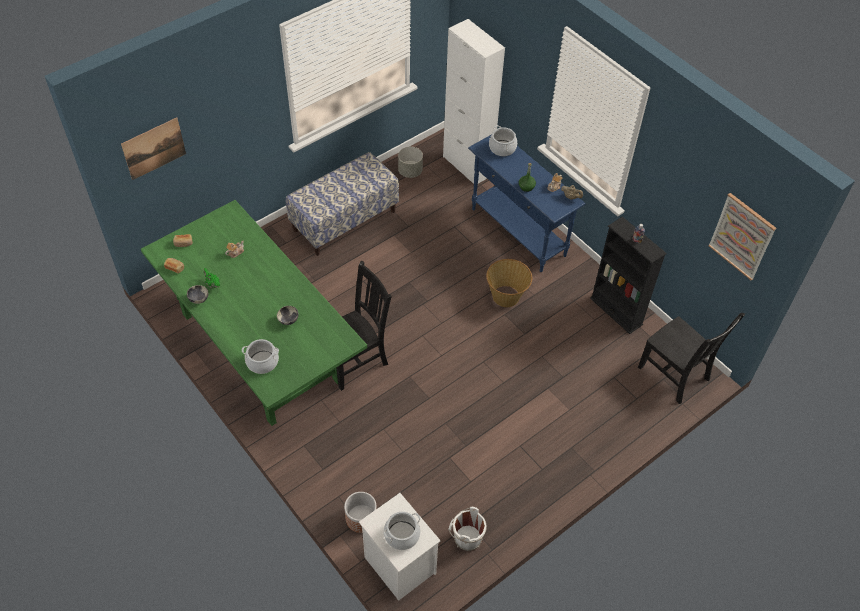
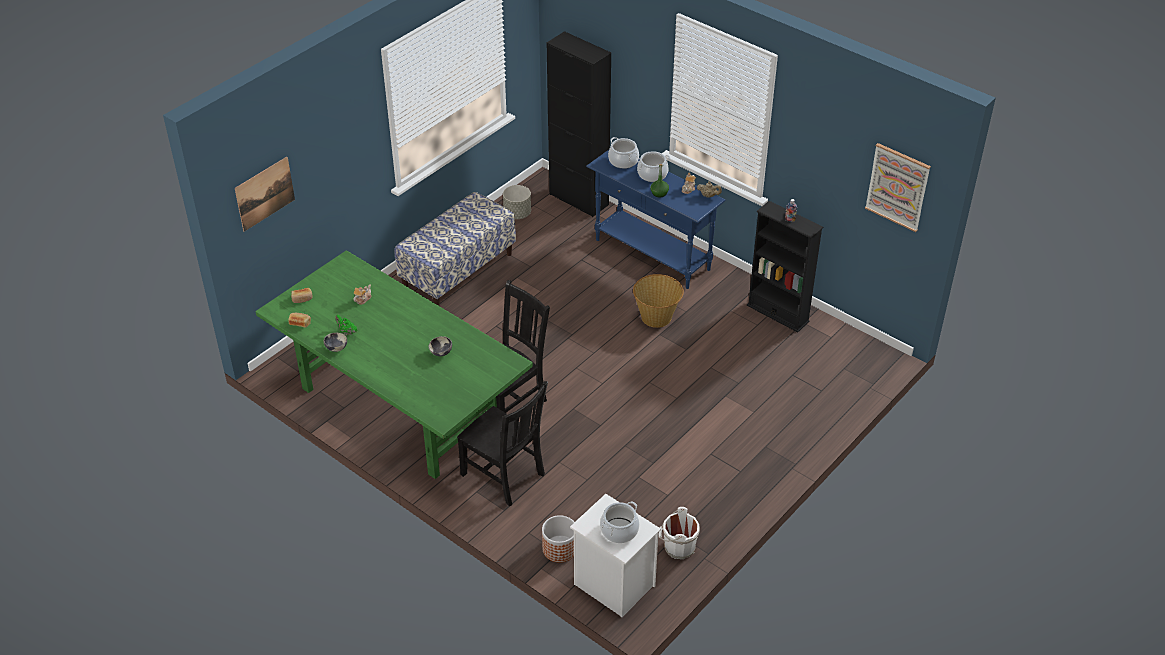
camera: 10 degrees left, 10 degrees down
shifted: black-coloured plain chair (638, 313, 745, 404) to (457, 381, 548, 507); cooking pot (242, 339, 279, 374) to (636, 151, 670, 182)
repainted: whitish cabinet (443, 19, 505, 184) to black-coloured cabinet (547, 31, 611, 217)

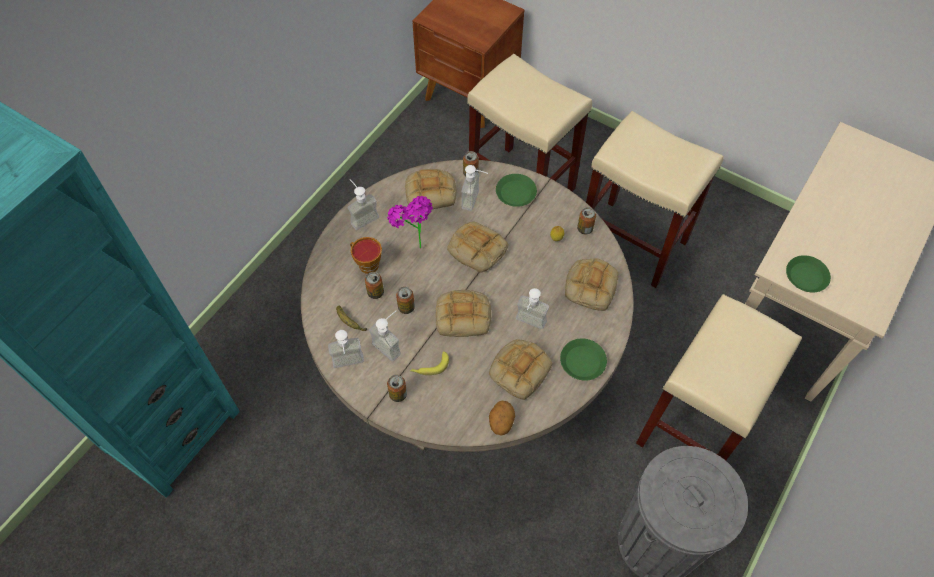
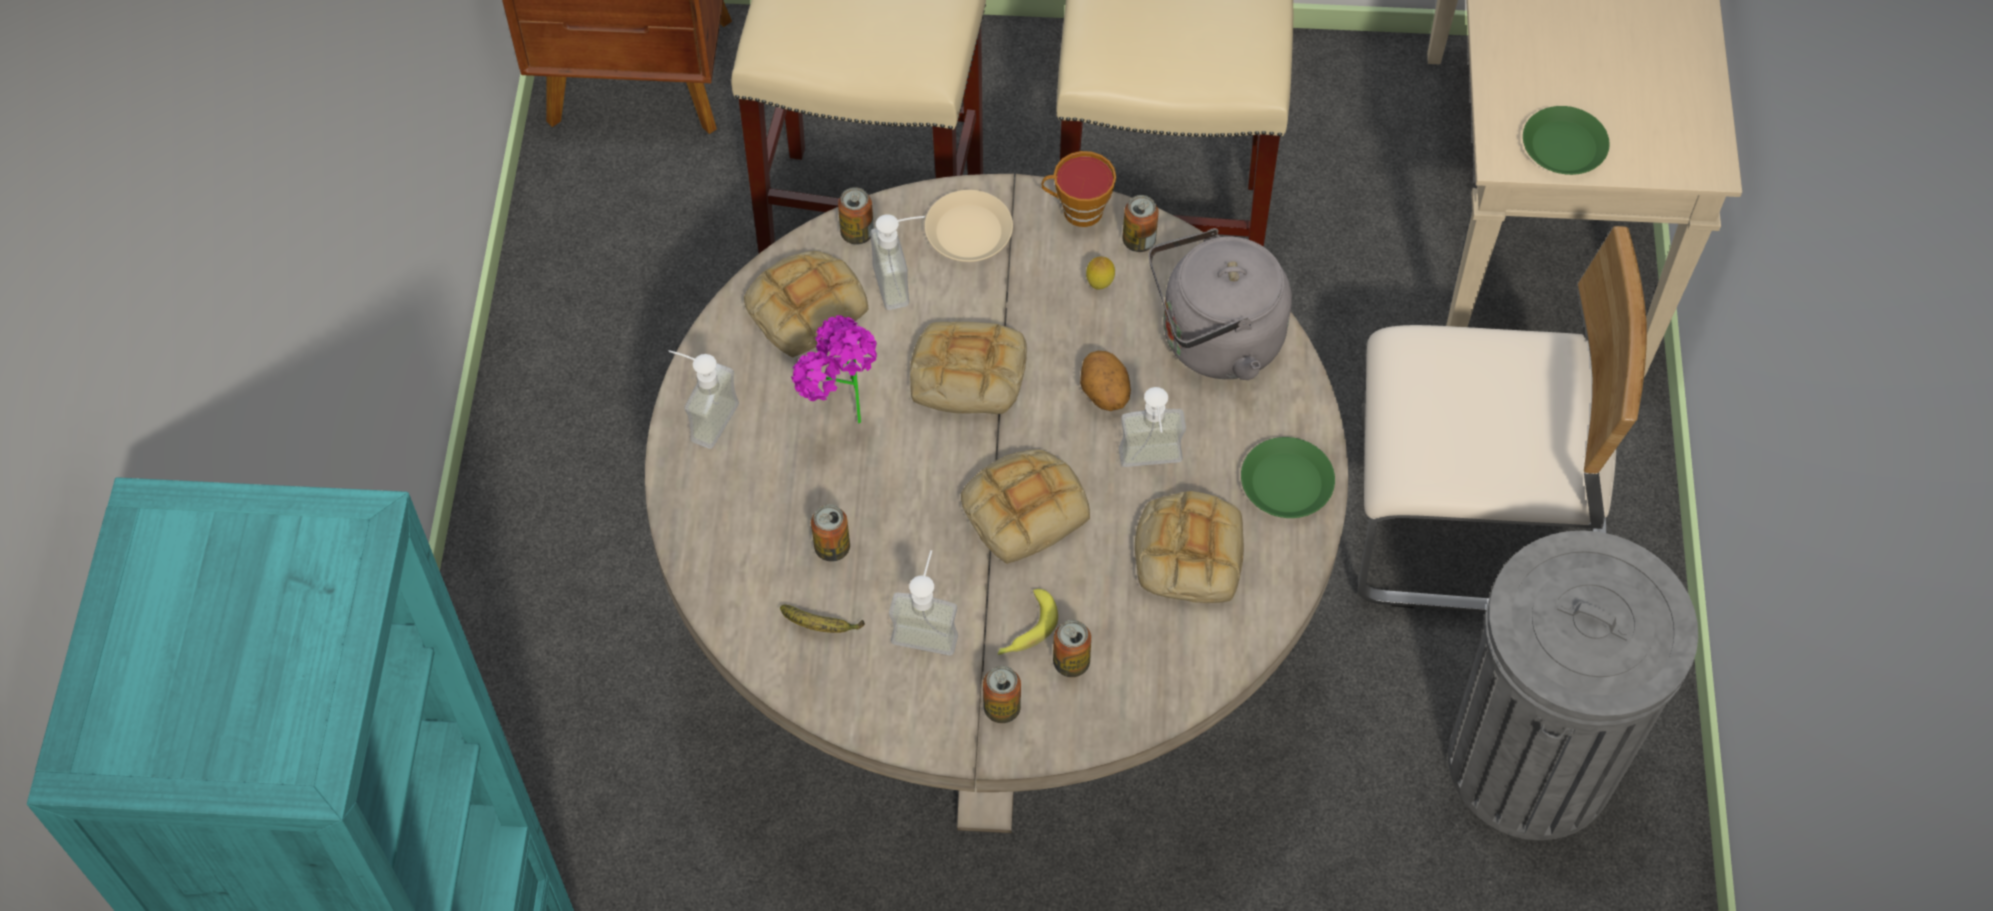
camera: 30 degrees left, 0 degrees up
gone: liquid soap bottle (328, 330, 364, 368)
shifted: drinking cup (350, 237, 382, 274) to (1042, 151, 1116, 227); metal can (396, 287, 415, 314) to (1053, 620, 1091, 677); whole potato (489, 401, 515, 436) to (1080, 351, 1131, 411)
swapped: bakery bread (565, 258, 618, 311) to grey tea kettle (1149, 228, 1292, 380); beige sitting stool (636, 294, 802, 461) to beige plain chair (1358, 226, 1647, 613)
repainted: greenish flat dish (496, 174, 537, 207) to beige flat dish (925, 190, 1013, 262)

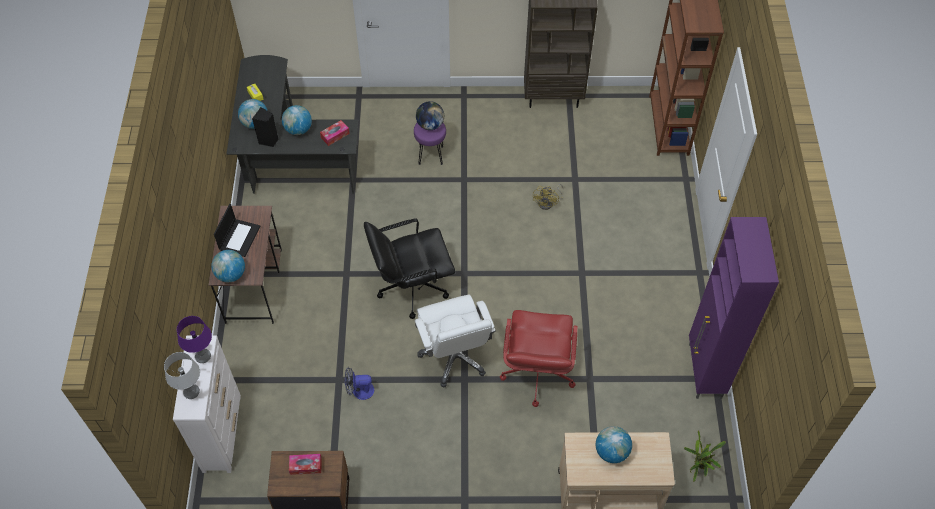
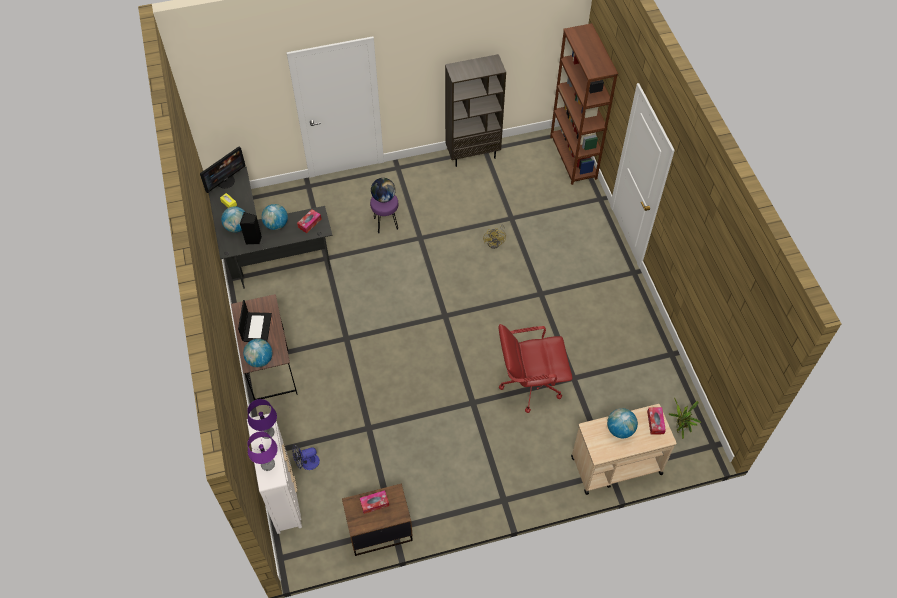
camera: 15 degrees left, 0 degrees up
gone: black-coloured computer chair (364, 218, 455, 319); whitish computer chair (415, 295, 496, 388); purple cabinet (689, 217, 779, 399)
new: computer screen (200, 147, 246, 193); box of tissues (647, 407, 666, 435)
shifted: electric fan (345, 367, 374, 400) to (292, 445, 320, 470)
repainted: grey lamp for a table (164, 352, 200, 399) to purple lamp for a table (247, 431, 278, 471)
rotated: red computer chair (500, 310, 578, 407) = (499, 324, 572, 413) 90 degrees clockwise

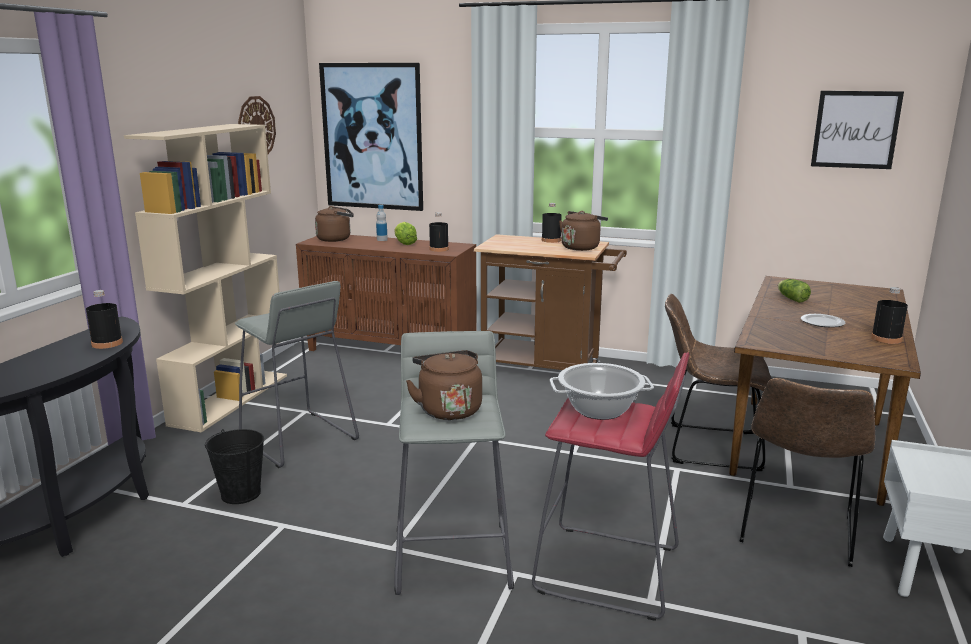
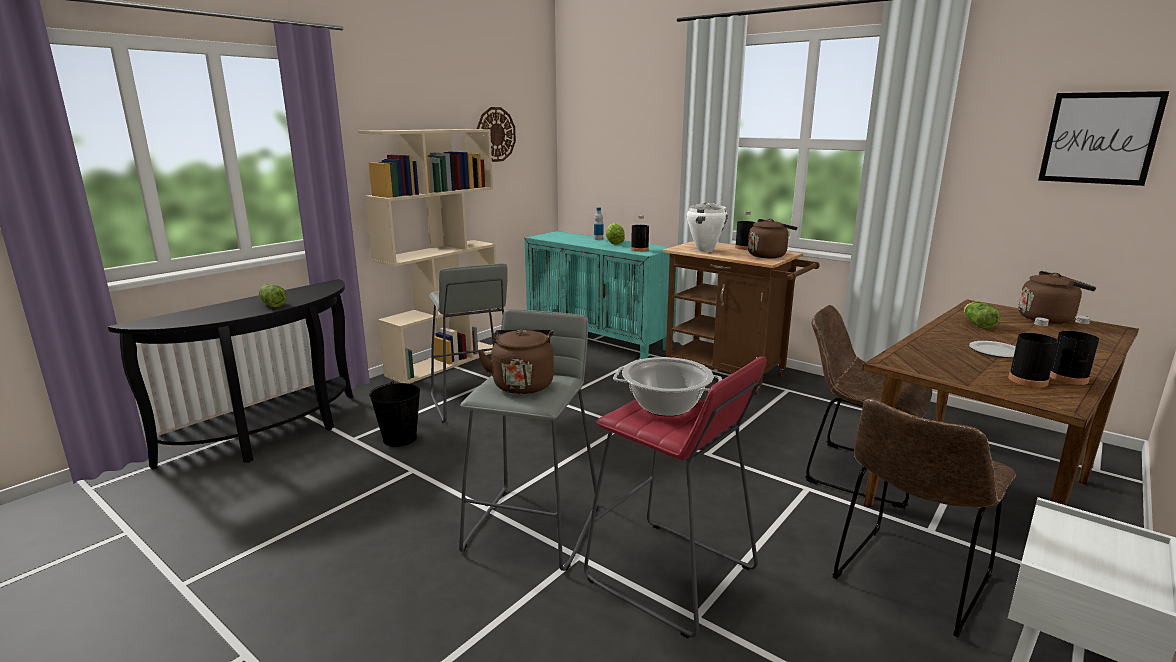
camera: 20 degrees right, 0 degrees up
gone: wall art (319, 63, 423, 211)
new: lettuce (259, 284, 287, 308); whitish cooking pot (687, 203, 728, 252)
shifted: black-coloured bottle (86, 290, 123, 349) to (1008, 318, 1058, 387); brown-coloured tea kettle (315, 206, 354, 242) to (1018, 271, 1096, 324)
repainted: brown-coloured cabinet (296, 235, 477, 351) to turquoise-coloured cabinet (525, 231, 678, 359)

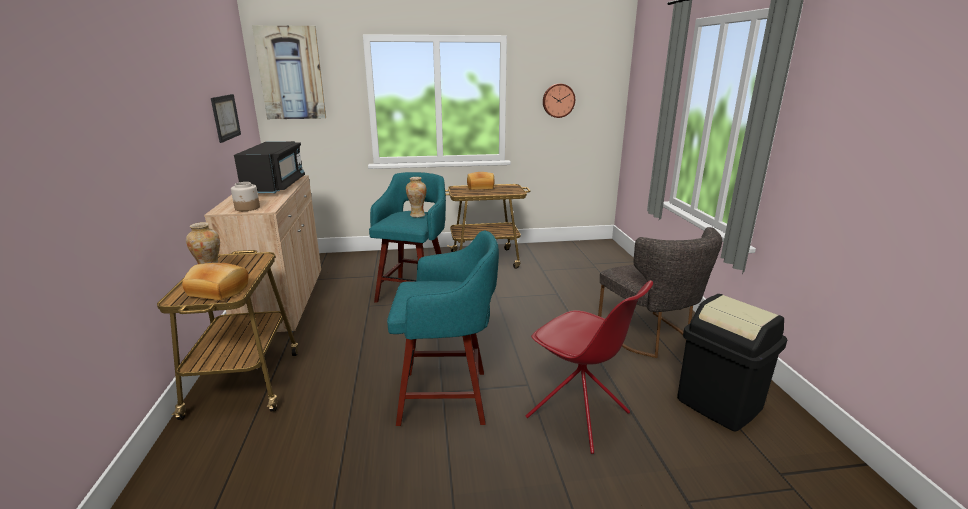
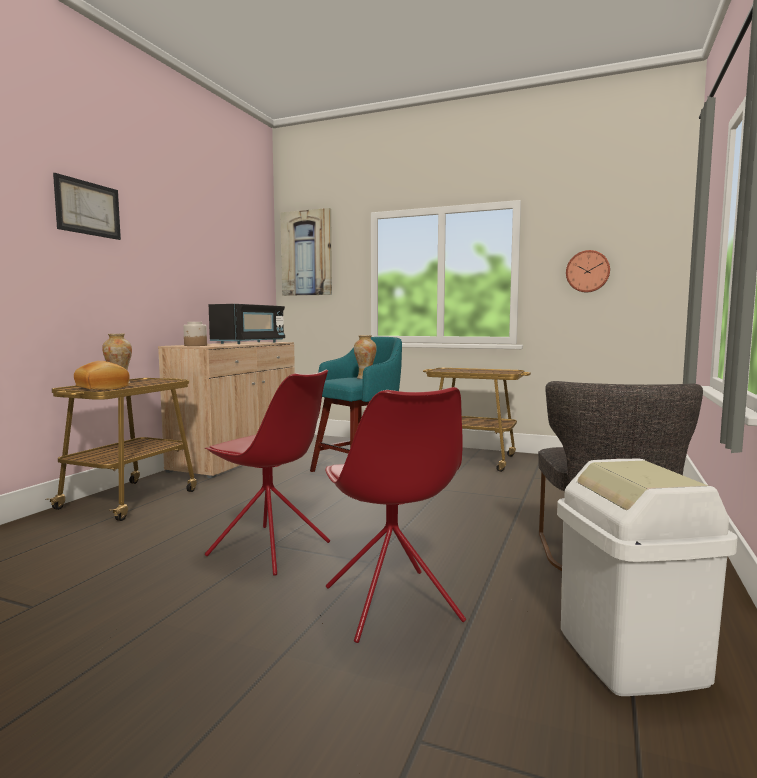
camera: 30 degrees right, 15 degrees down
gone: bakery bread (467, 172, 495, 190)
shifted: wall art (211, 94, 241, 143) to (53, 173, 121, 240)
swapped: turquoise-coloured sitting stool (387, 230, 499, 426) to red plain chair (205, 370, 330, 576)
repainted: black-coloured trash can (677, 294, 787, 432) to whitish trash can (557, 459, 738, 696)

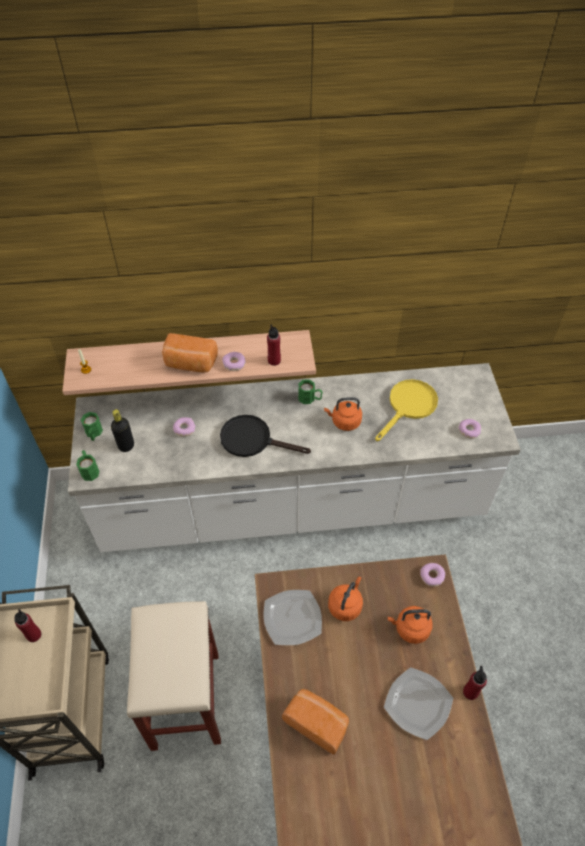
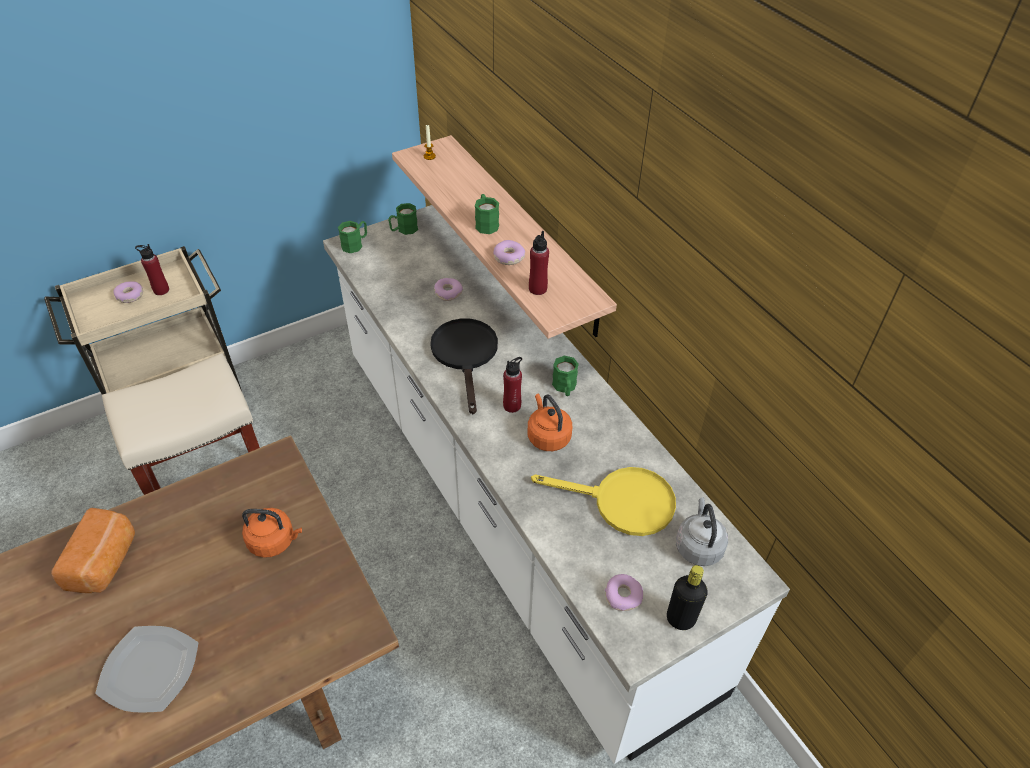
camera: 65 degrees right, 5 degrees down
gone: flat dish (264, 590, 322, 645); orange tea kettle (387, 606, 433, 644)
new: grey tea kettle (676, 497, 728, 566)
shifted: ring doughnut (420, 563, 445, 587) to (113, 281, 143, 303); red bottle (463, 666, 487, 700) to (503, 357, 522, 413); black-coloured bottle (111, 409, 134, 452) to (667, 565, 708, 630)
swapped: bakery bread (162, 333, 218, 373) to greenish tea mug (475, 194, 499, 234)

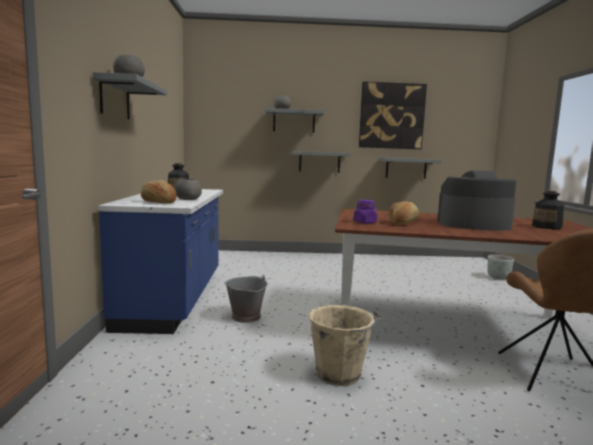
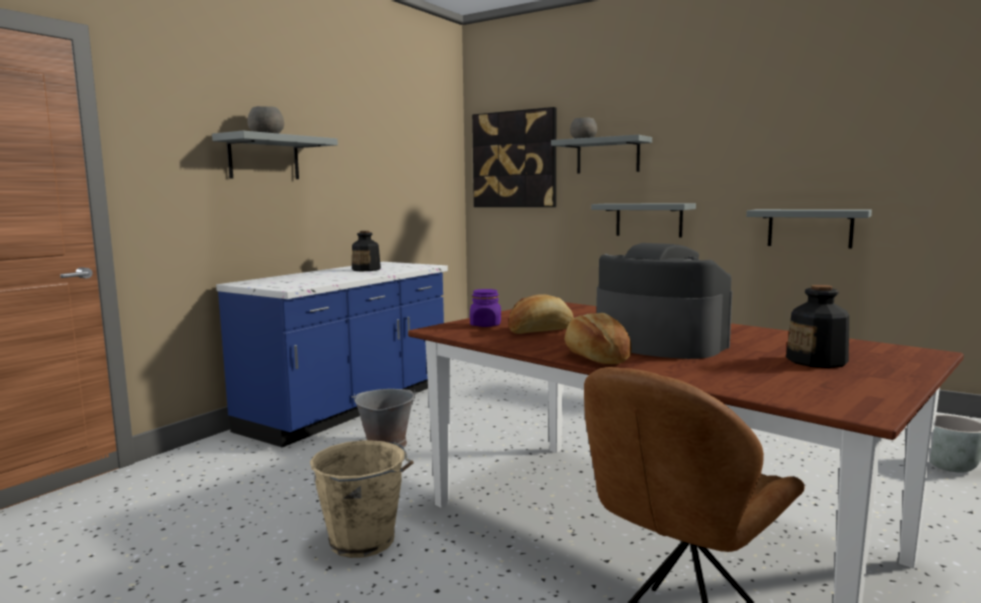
camera: 35 degrees right, 0 degrees up
gone: grey bowl (174, 179, 202, 200)
shifted: wall art (359, 82, 427, 149) to (472, 107, 556, 207); bakery bread (141, 180, 177, 204) to (565, 313, 632, 364)

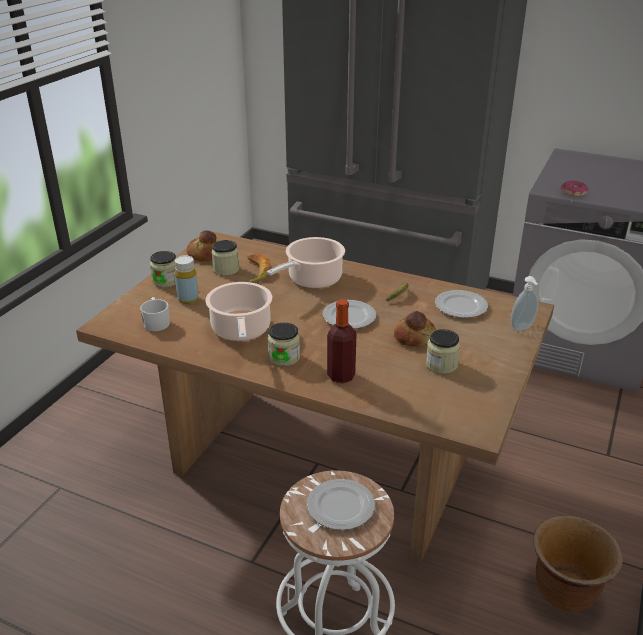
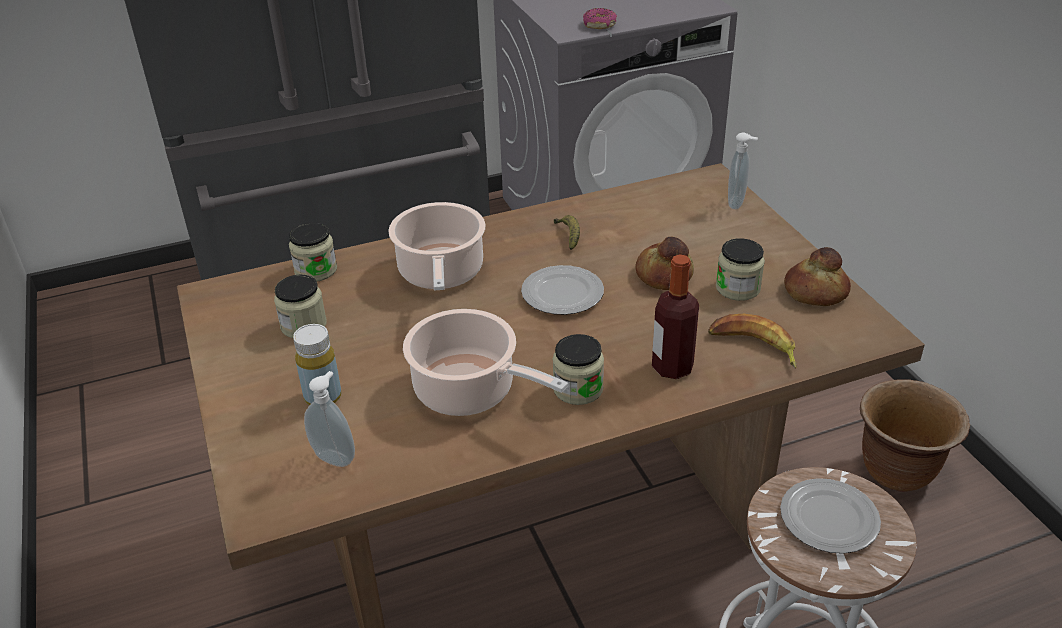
camera: 45 degrees left, 5 degrees up
gone: flat dish (435, 290, 488, 318)
shifted: storage jar (150, 251, 176, 288) to (289, 222, 337, 282); whole banana (248, 253, 270, 283) to (708, 314, 797, 369); bakery bread (187, 230, 217, 262) to (784, 247, 851, 306)
swapped: whitish tea mug (140, 297, 170, 331) to liquid soap bottle (304, 371, 355, 467)

